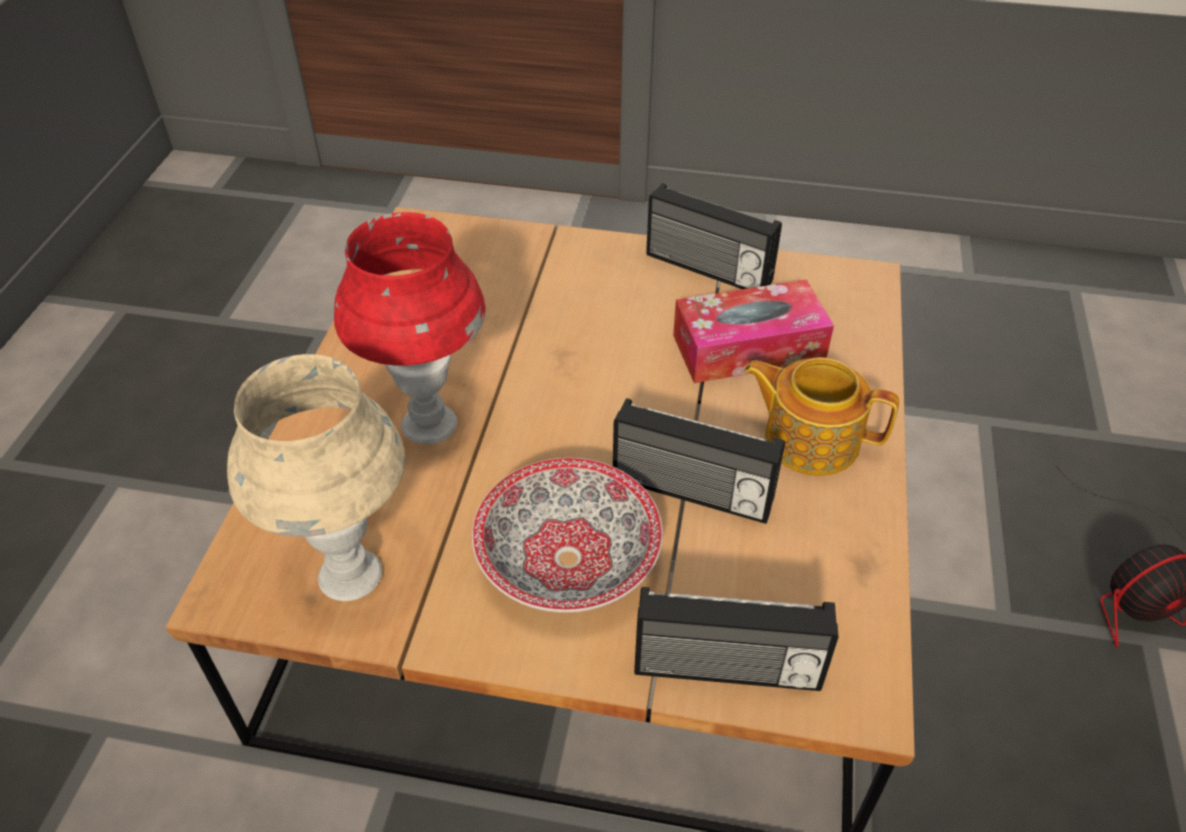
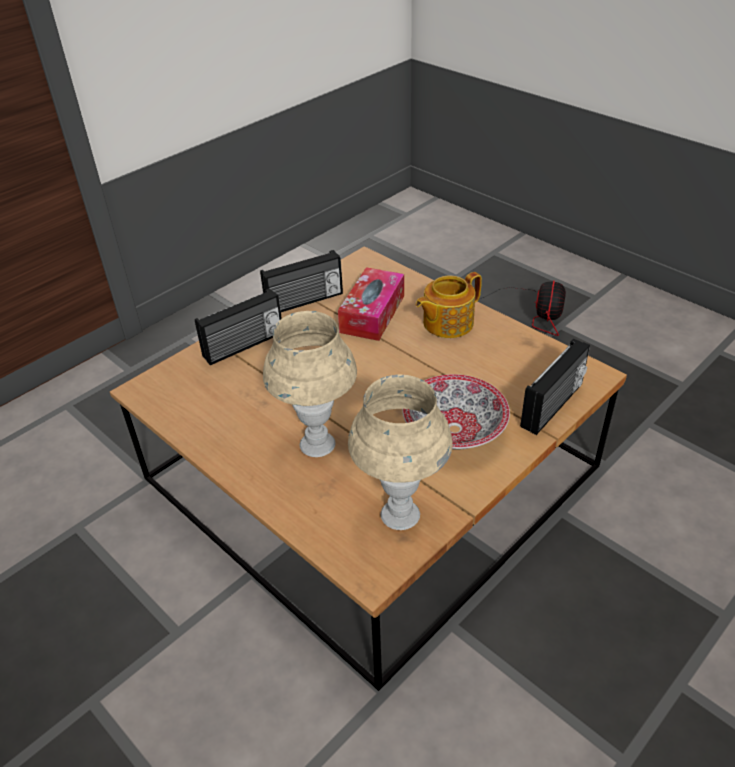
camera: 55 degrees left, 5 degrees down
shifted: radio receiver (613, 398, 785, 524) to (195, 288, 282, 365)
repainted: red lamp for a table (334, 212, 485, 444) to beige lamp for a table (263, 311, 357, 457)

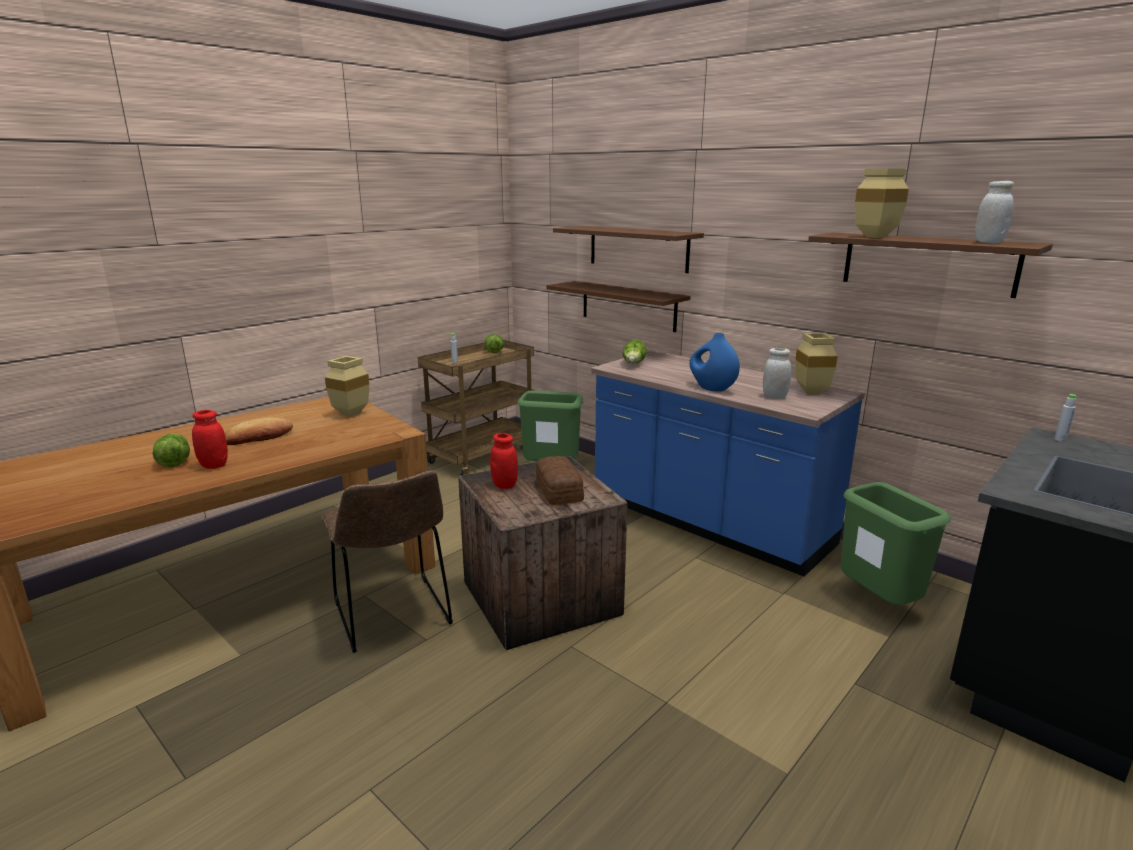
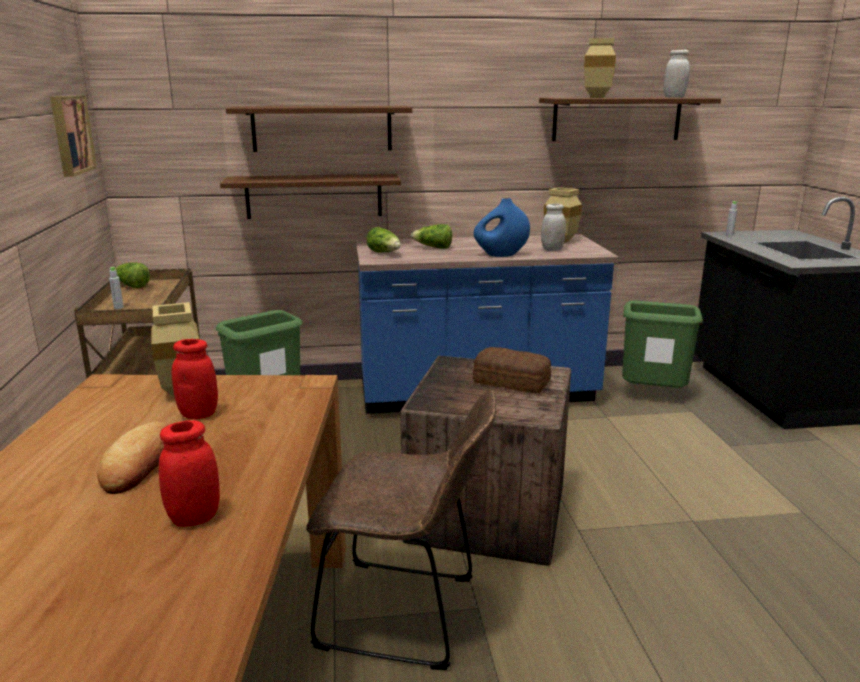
camera: 50 degrees left, 0 degrees up
new: wall art (50, 95, 97, 177)
shifted: red storage jar (490, 433, 518, 489) to (171, 339, 218, 419); lettuce (152, 434, 190, 467) to (411, 224, 452, 249)

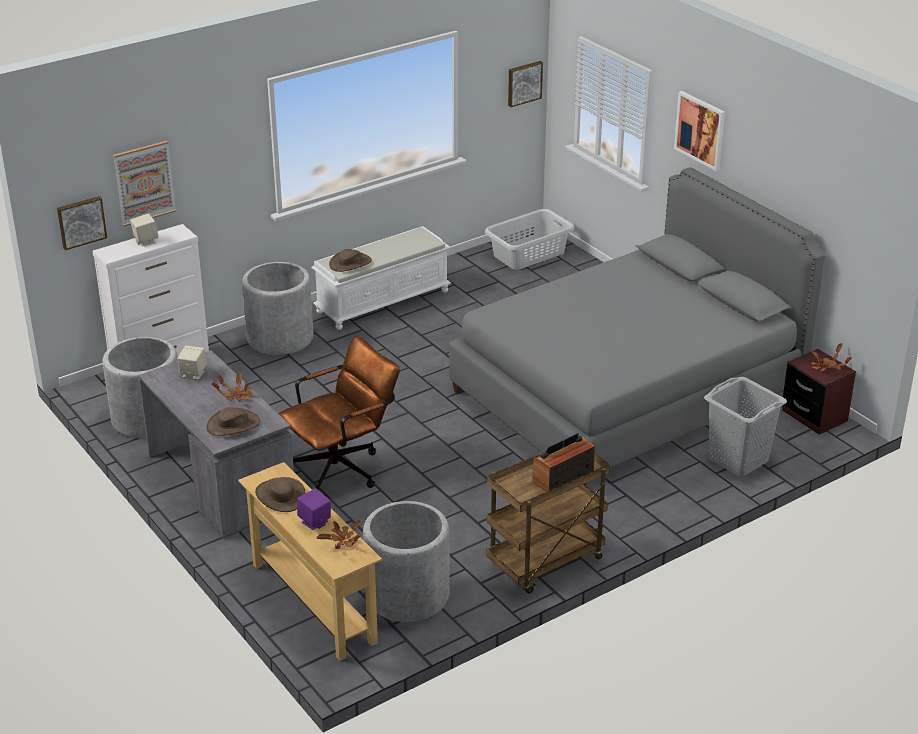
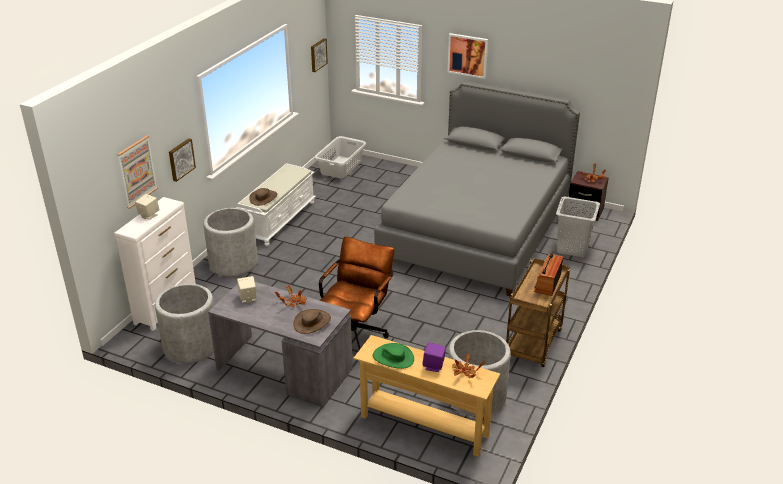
camera: 30 degrees left, 0 degrees up
shifted: wall art (57, 196, 107, 250) to (169, 139, 196, 182)
repainted: brown-coloured clothing hat (255, 477, 306, 512) to greenish clothing hat (373, 343, 414, 369)

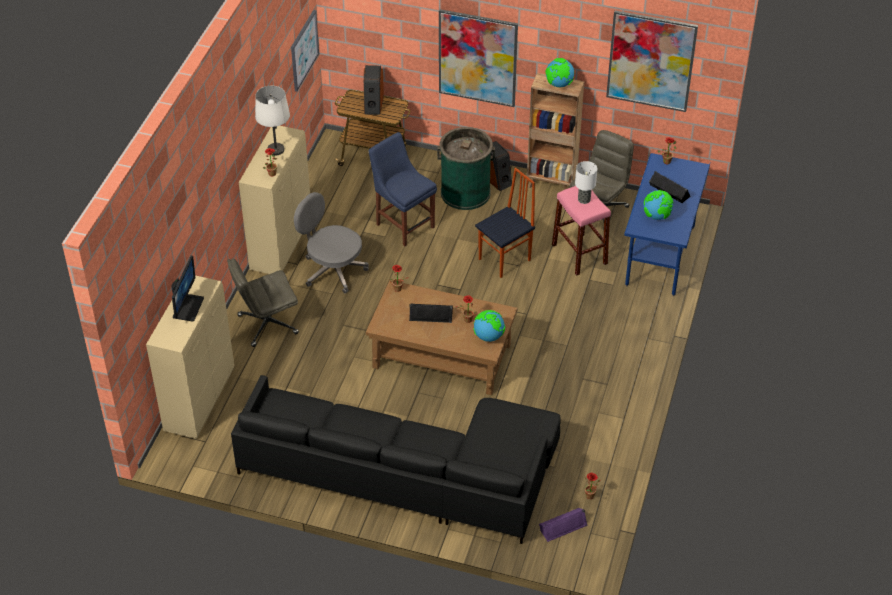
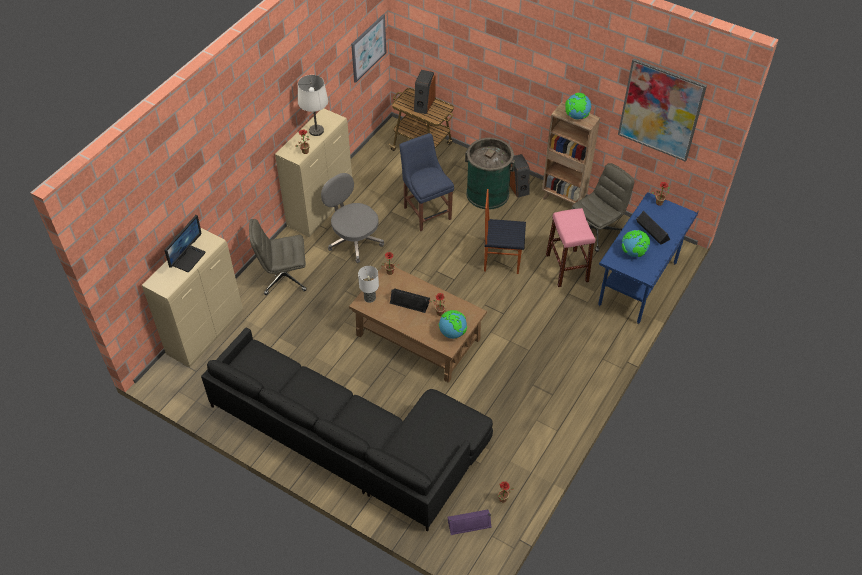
camera: 15 degrees right, 5 degrees up
gone: wall art (439, 9, 518, 107)
shifted: lamp for a table (575, 161, 598, 204) to (358, 266, 379, 303)
rotated: plain chair (475, 168, 535, 278) = (484, 189, 526, 274) 150 degrees counterclockwise

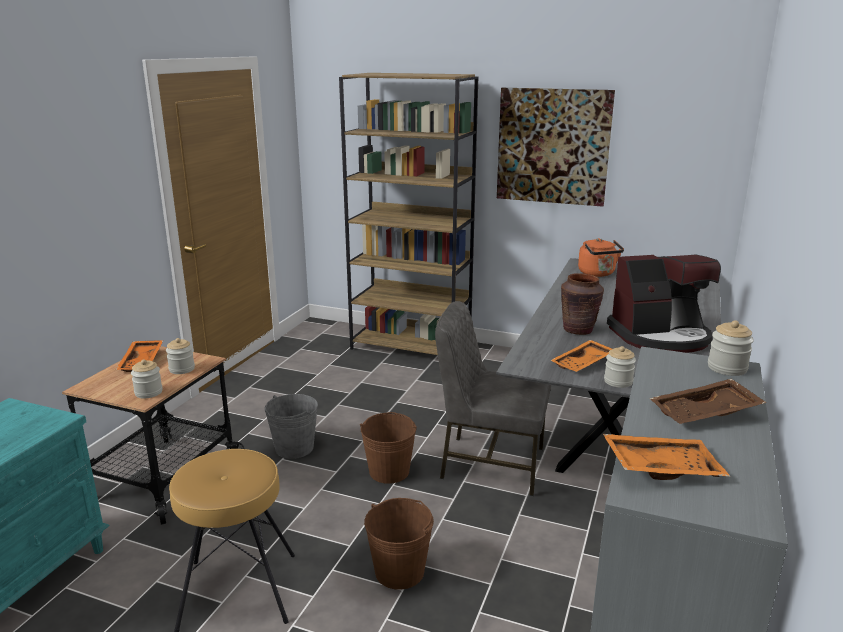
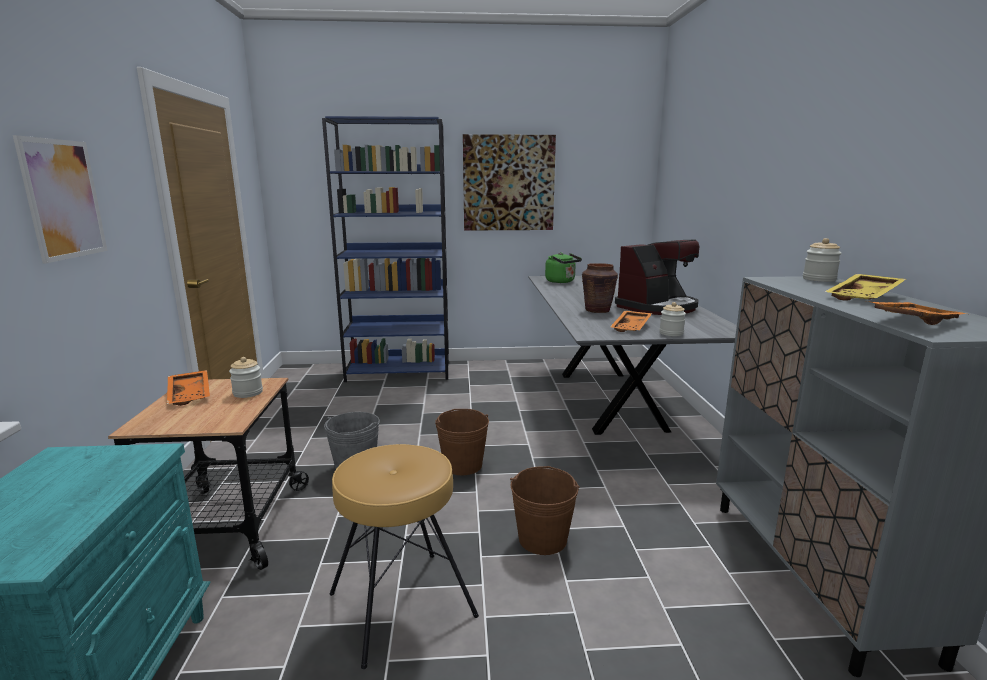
camera: 25 degrees left, 5 degrees down
gone: storage jar (131, 359, 163, 398); grey plain chair (435, 301, 551, 496)
new: wall art (13, 135, 107, 263)
repainted: brown-coloured bookcase (339, 73, 478, 355) to blue bookcase (322, 116, 449, 382); orange tea kettle (578, 238, 624, 277) to greenish tea kettle (545, 252, 582, 283); brown-coloured carrying tray (650, 379, 767, 424) to yellow-coloured carrying tray (825, 274, 906, 301)

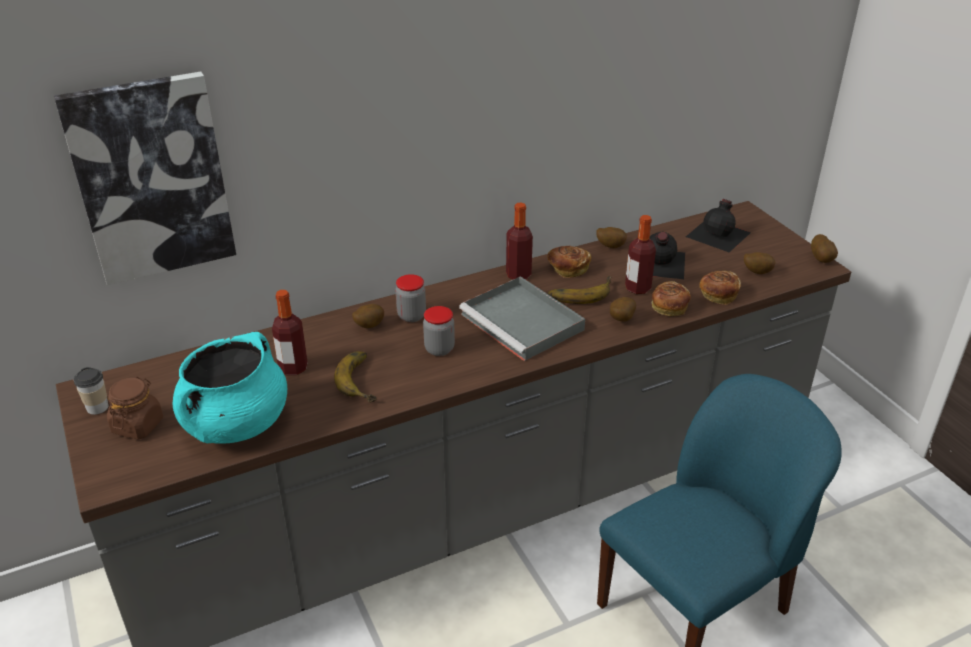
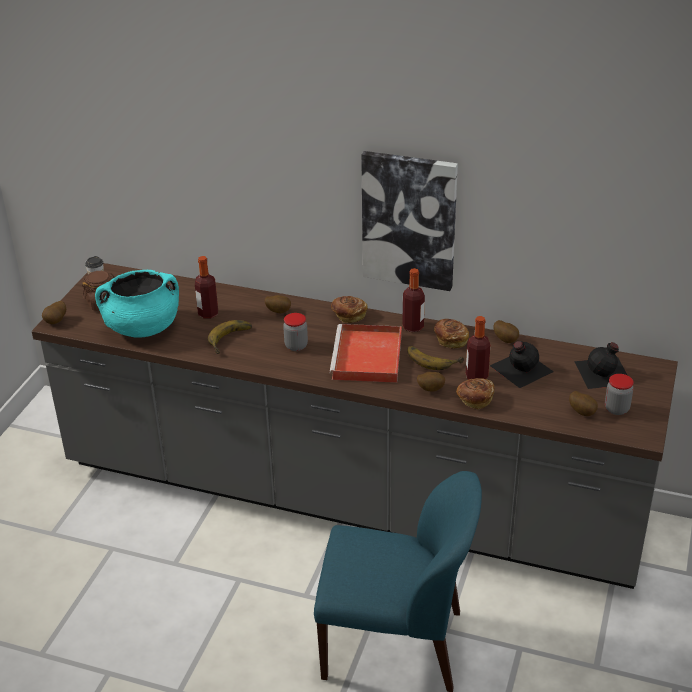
camera: 45 degrees right, 0 degrees up
shifted: whole potato (811, 234, 838, 263) to (42, 301, 66, 324); bakery bread (699, 271, 741, 305) to (331, 296, 368, 323); wall art (54, 72, 236, 285) to (361, 151, 458, 291); storage jar (396, 274, 426, 322) to (605, 374, 634, 415)
repainted: grey carrying tray (459, 276, 585, 361) to red carrying tray (329, 324, 402, 383)

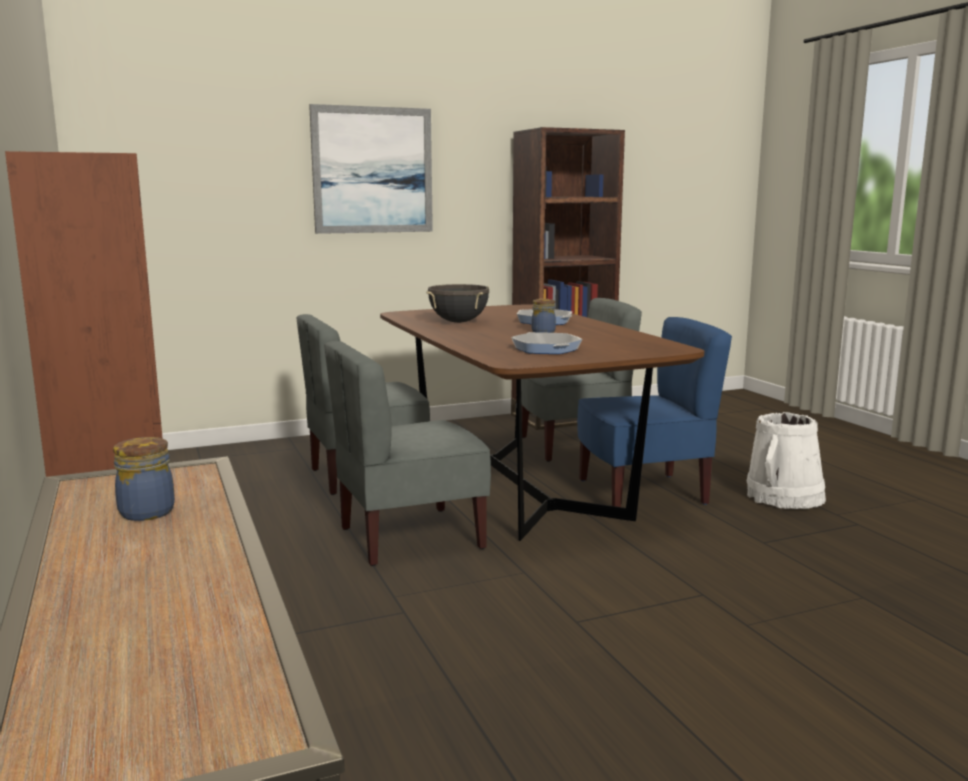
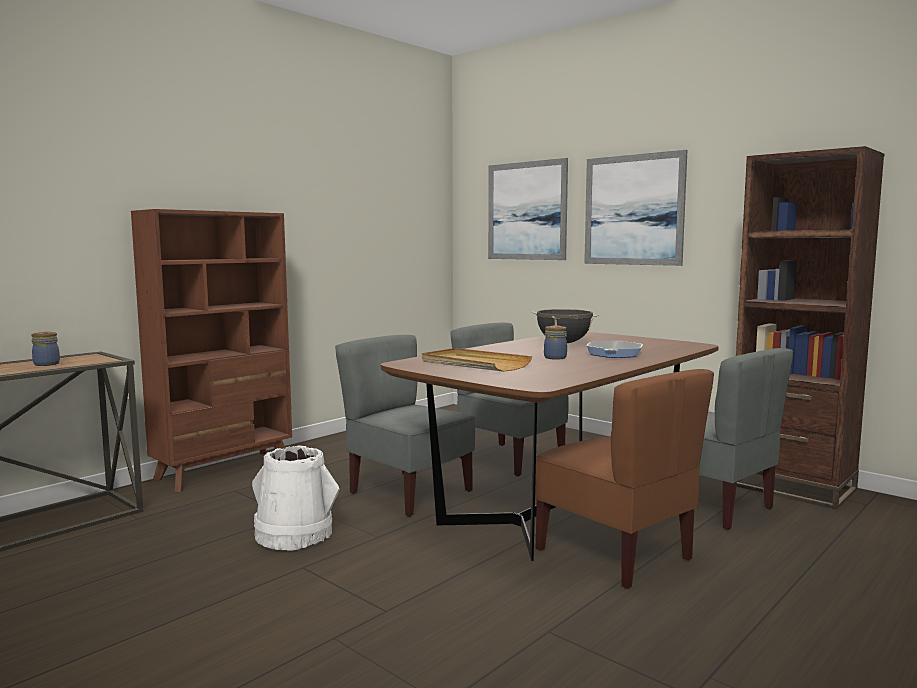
camera: 65 degrees right, 5 degrees down
new: wall art (488, 158, 568, 260)
shifted: whitish bucket (747, 412, 826, 509) to (252, 445, 339, 551)
swapped: frying pan (511, 332, 583, 354) to beige carrying tray (422, 348, 532, 372)
repainted: blue plain chair (577, 317, 732, 507) to brown-coloured plain chair (535, 369, 714, 589)

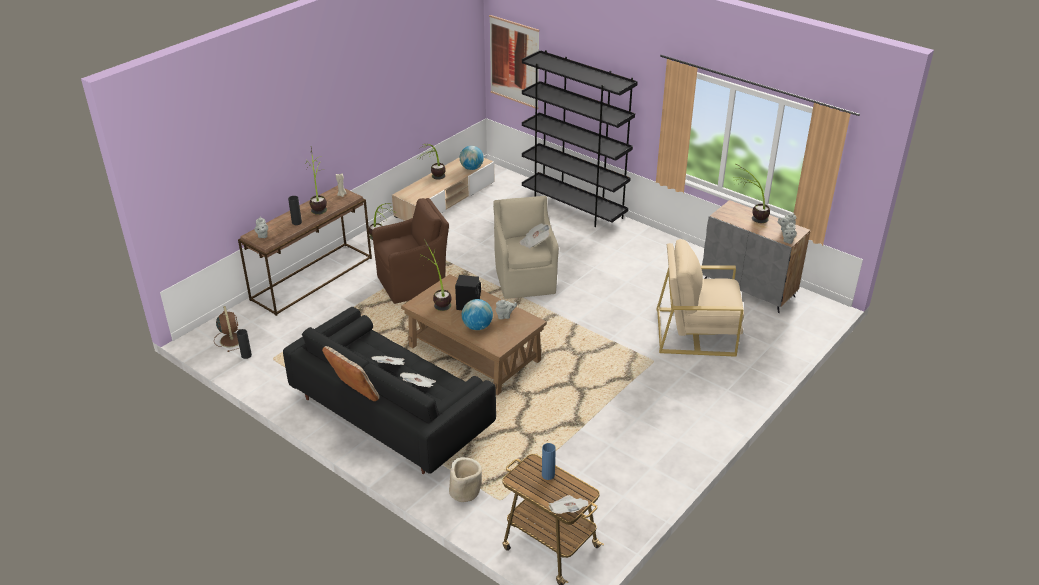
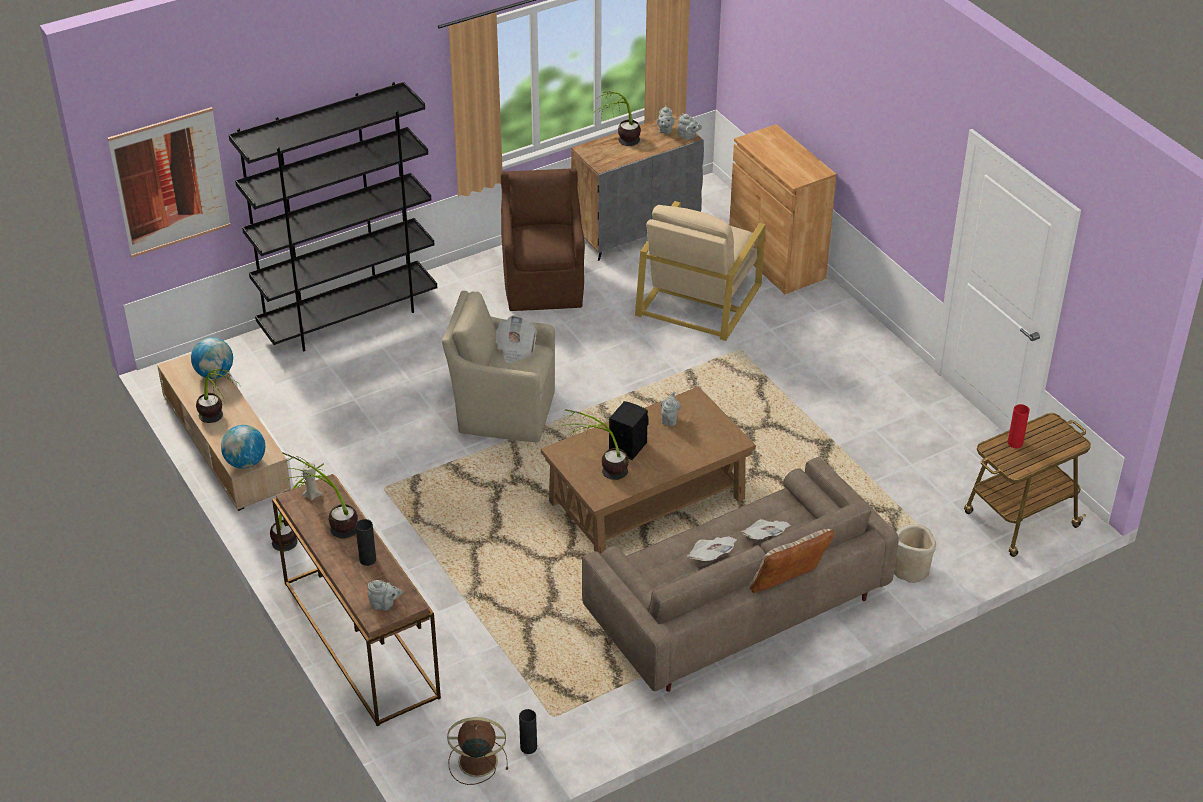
camera: 70 degrees left, 5 degrees up
gone: daily paper (549, 495, 588, 514)
new: brown-coloured cabinet (729, 124, 836, 294)
shifted: desk globe (462, 299, 493, 330) to (221, 425, 265, 469); brown-coloured easy chair (372, 198, 449, 304) to (501, 168, 585, 311)
repainted: black-coloured settee (283, 307, 496, 474) to beige settee (582, 457, 899, 692); blue flower vase (542, 443, 556, 480) to red flower vase (1007, 404, 1030, 448)

